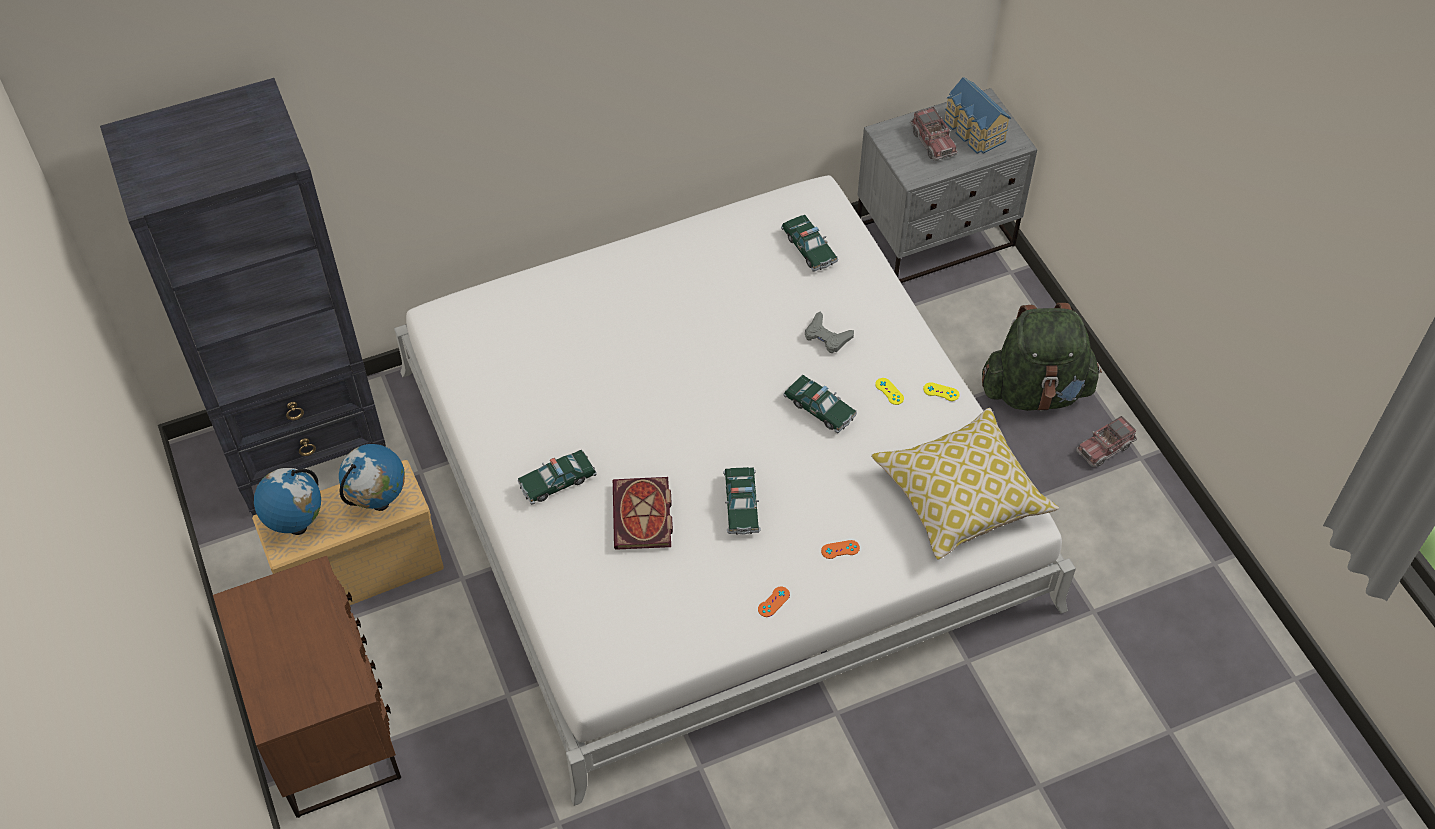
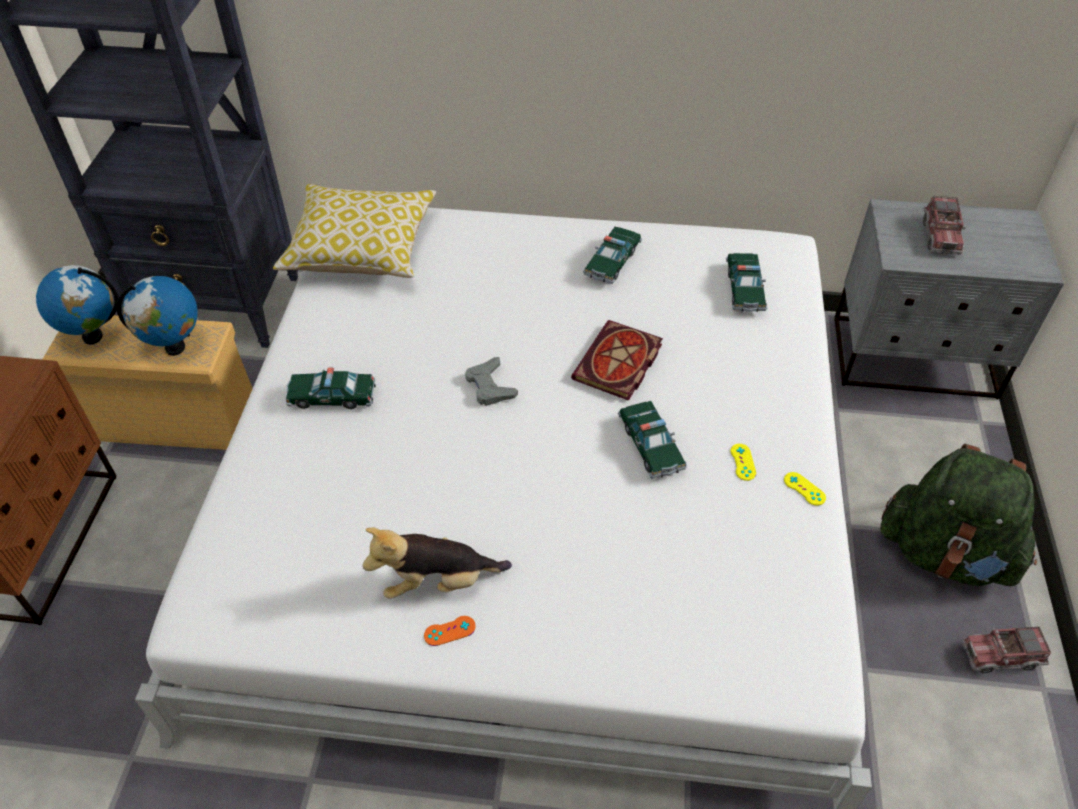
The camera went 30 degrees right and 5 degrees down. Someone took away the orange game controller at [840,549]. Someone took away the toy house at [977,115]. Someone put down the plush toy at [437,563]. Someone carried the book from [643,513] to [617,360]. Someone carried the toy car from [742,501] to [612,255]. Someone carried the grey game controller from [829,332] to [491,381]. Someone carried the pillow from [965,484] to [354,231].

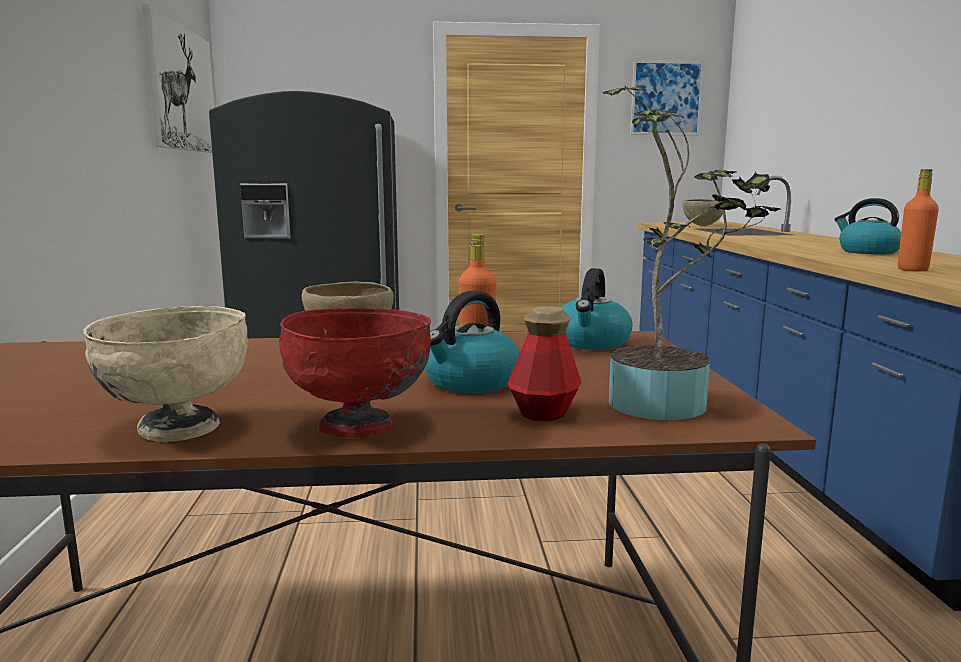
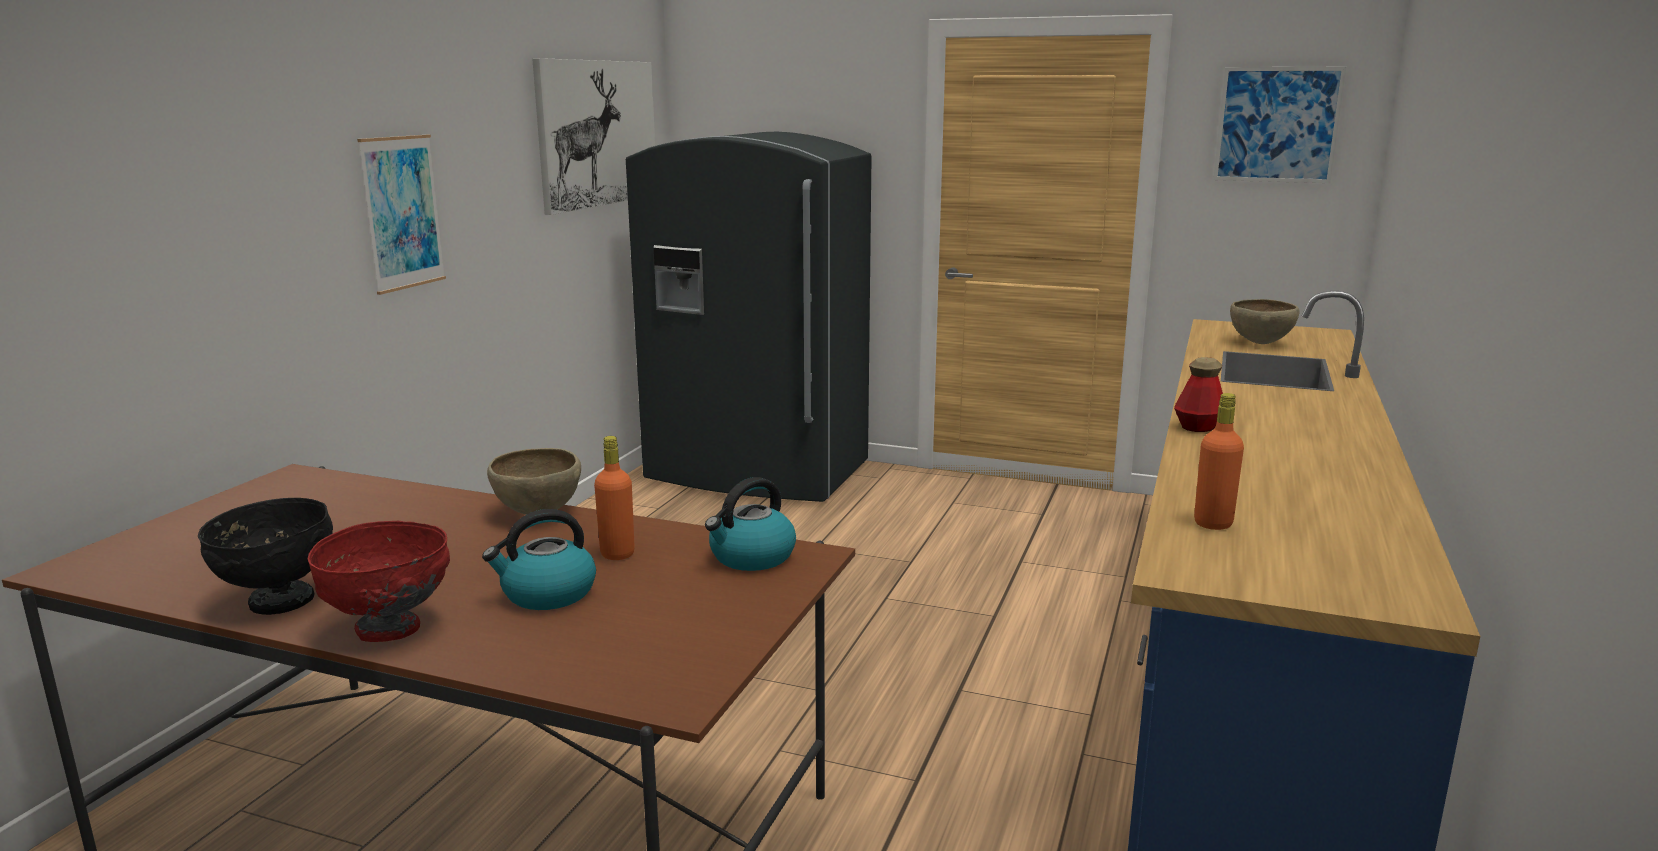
The camera went 25 degrees right and 5 degrees up. Someone took away the potted plant at [692,253]. Someone took away the kettle at [868,226]. Someone put up the picture at [401,215]. Someone carried the bottle from [545,363] to [1198,394]. Someone repainted the beige bowl at [165,374], which became the black bowl at [265,556].

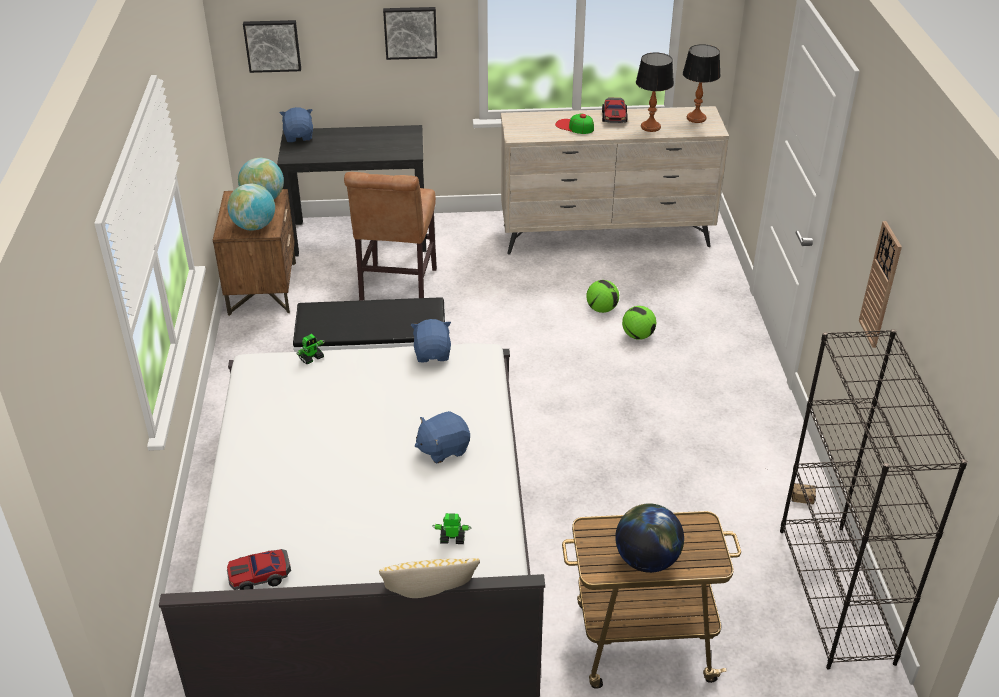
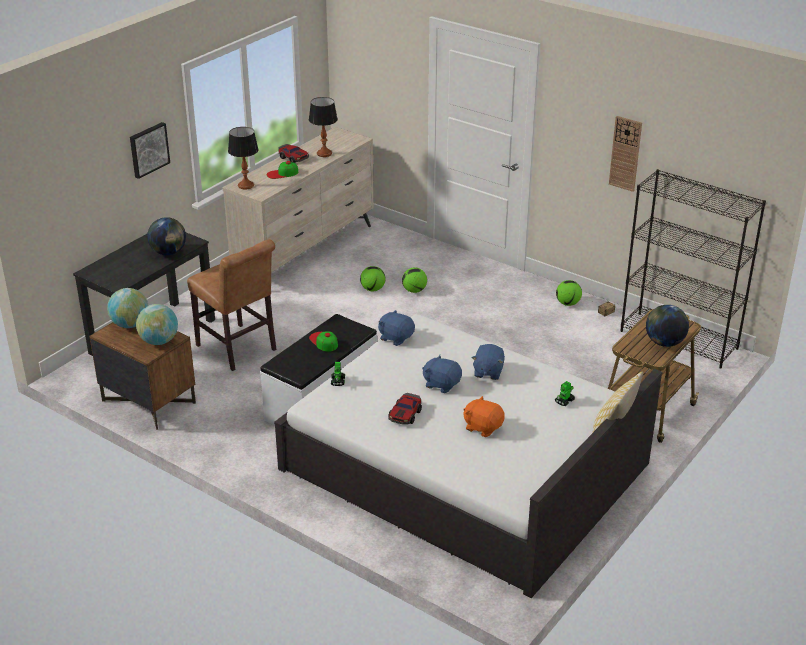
The camera went 50 degrees left and 5 degrees down. Someone took away the picture at [272,46]. Someone put down the globe at [166,236]. Someone put down the cap at [323,342]. Someone put down the orange plush toy at [484,416]. Someone put down the football at [569,293]. Someone carried the toy car from [259,569] to [405,409]. Someone carried the blue plush toy from [296,124] to [442,374]. Someone carried the table lamp from [702,83] to [243,158].

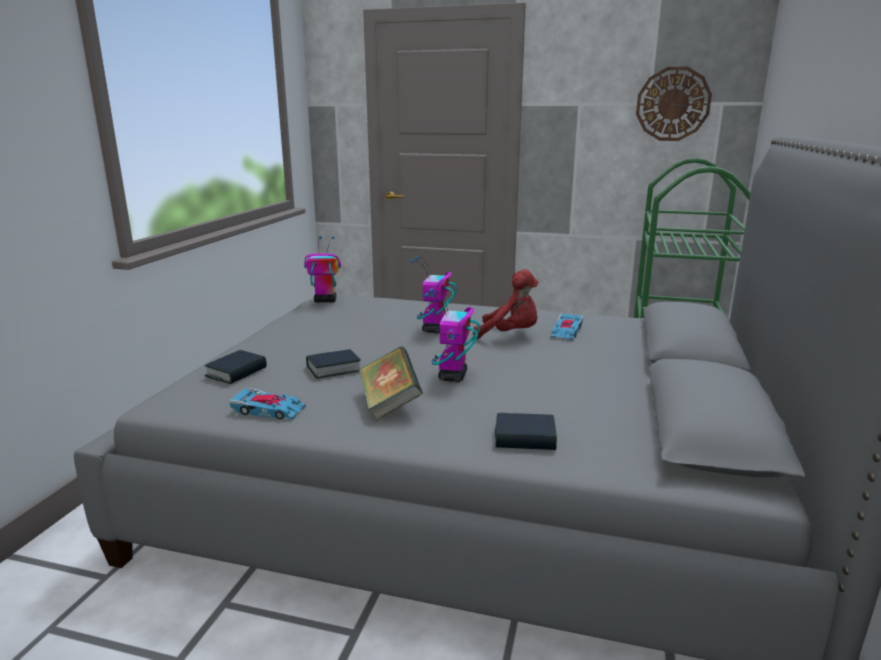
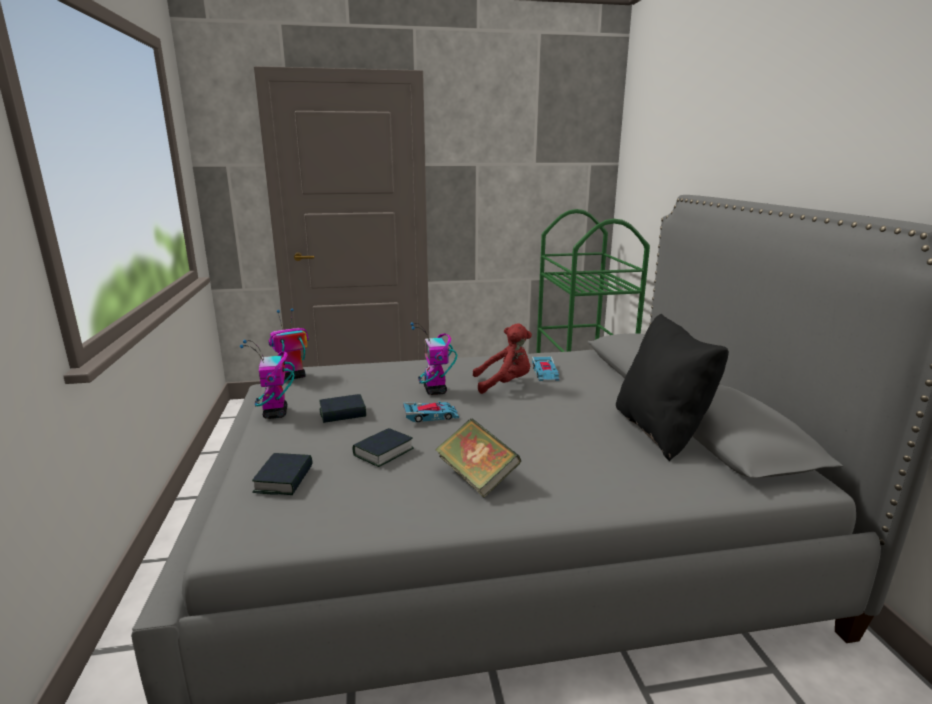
The camera went 25 degrees left and 0 degrees up. Someone took away the wall clock at [674,104]. Someone put down the black pillow at [672,387]. Someone carried the toy car from [267,404] to [431,411]. Someone carried the toy robot from [452,335] to [267,379]. Someone carried the book from [526,431] to [343,408].

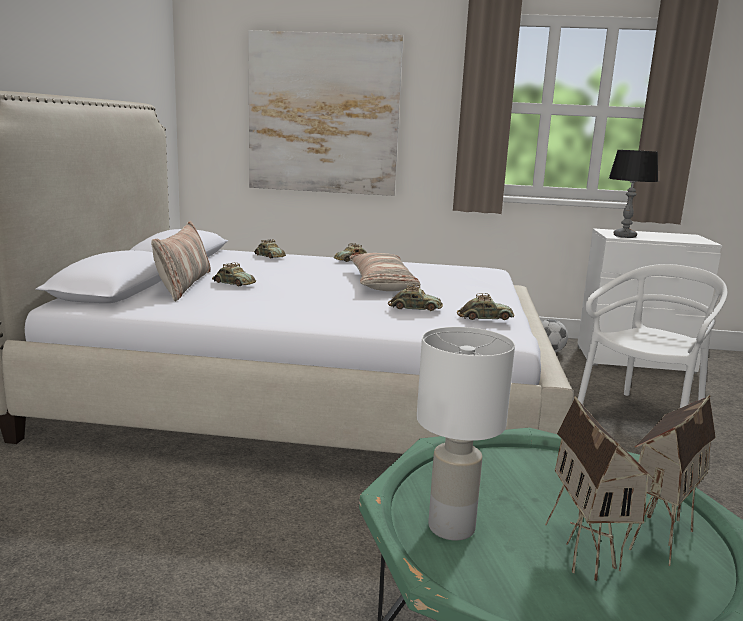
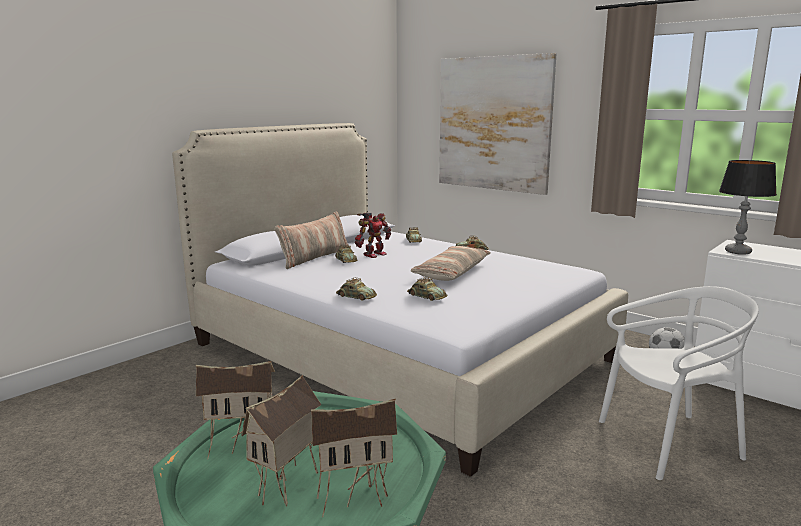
The camera went 35 degrees right and 0 degrees up. Someone put down the toy robot at [373,235]. Someone carried the toy car from [485,306] to [356,289]. Someone swapped the white table lamp at [466,434] for the toy house at [235,410].

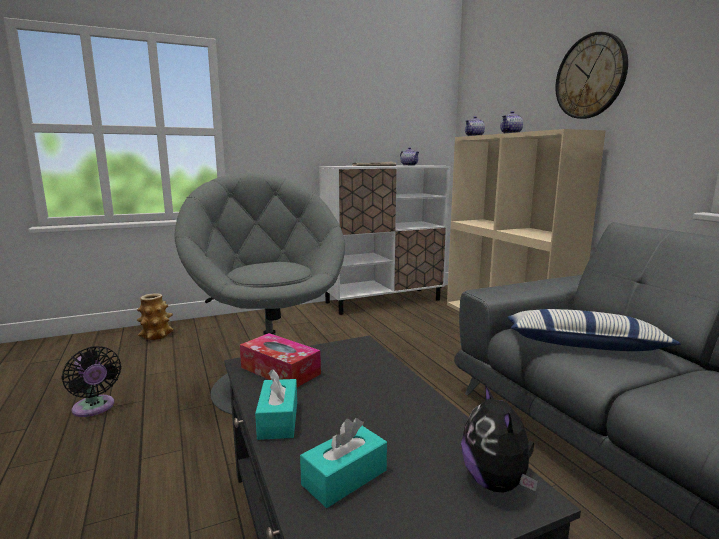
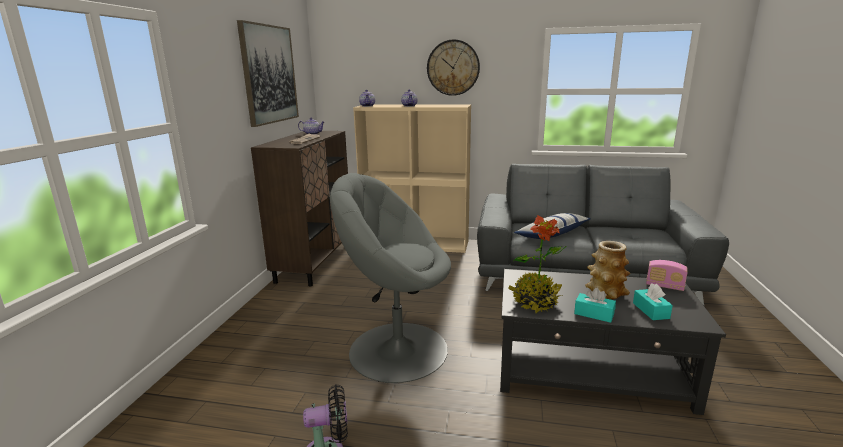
The camera went 55 degrees left and 5 degrees up. Someone put up the picture at [268,73]. Someone carried the vase from [155,316] to [607,270]. Someone swapped the tissue box at [280,360] for the potted plant at [537,264]. Someone swapped the plush toy at [499,438] for the radio at [667,275]. Someone repainted the white cabinet at [384,240], which became the brown cabinet at [299,209].

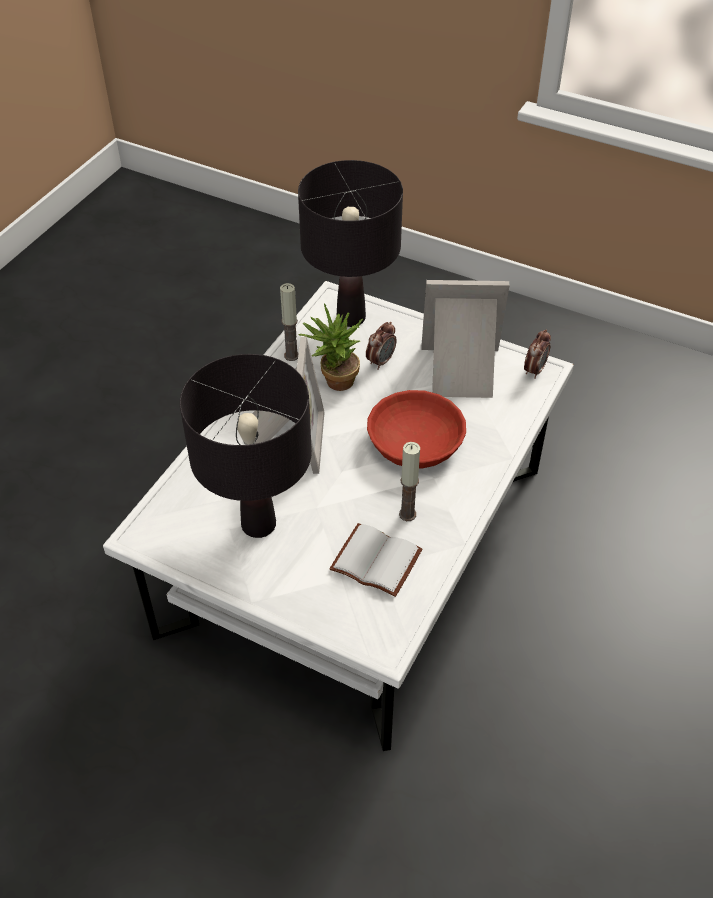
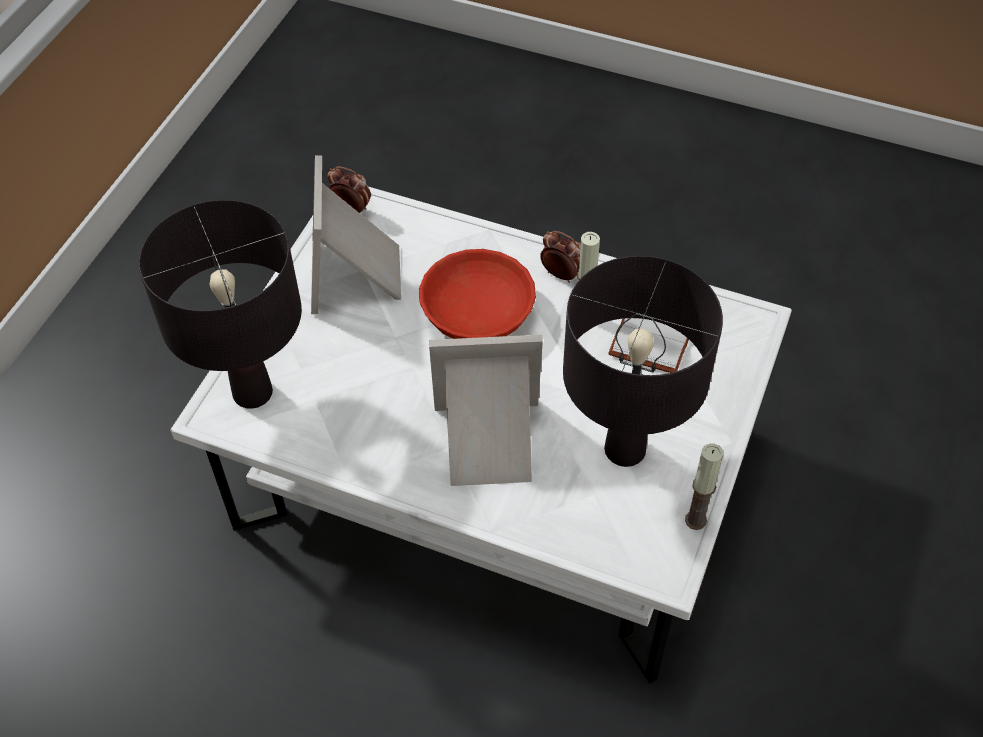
The camera went 95 degrees left and 5 degrees up. Someone took away the potted plant at [330,347]. Someone carried the candle from [289,322] to [704,486]. Someone carried the alarm clock from [381,346] to [560,257].

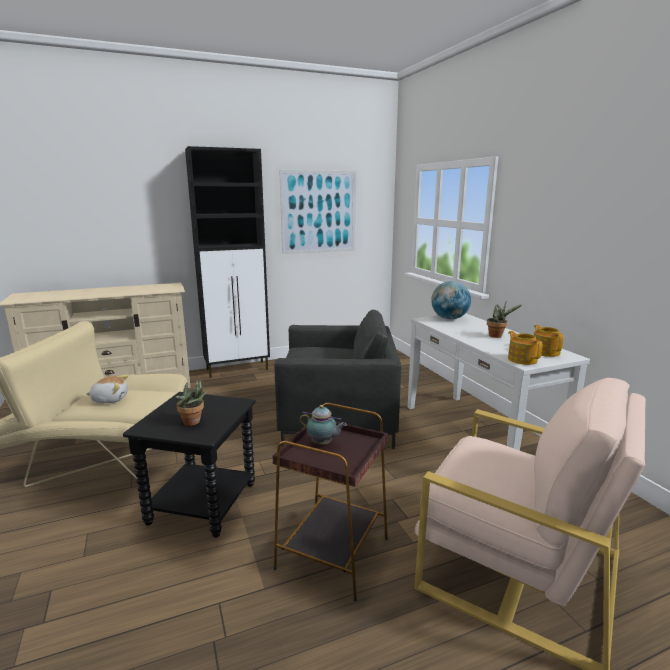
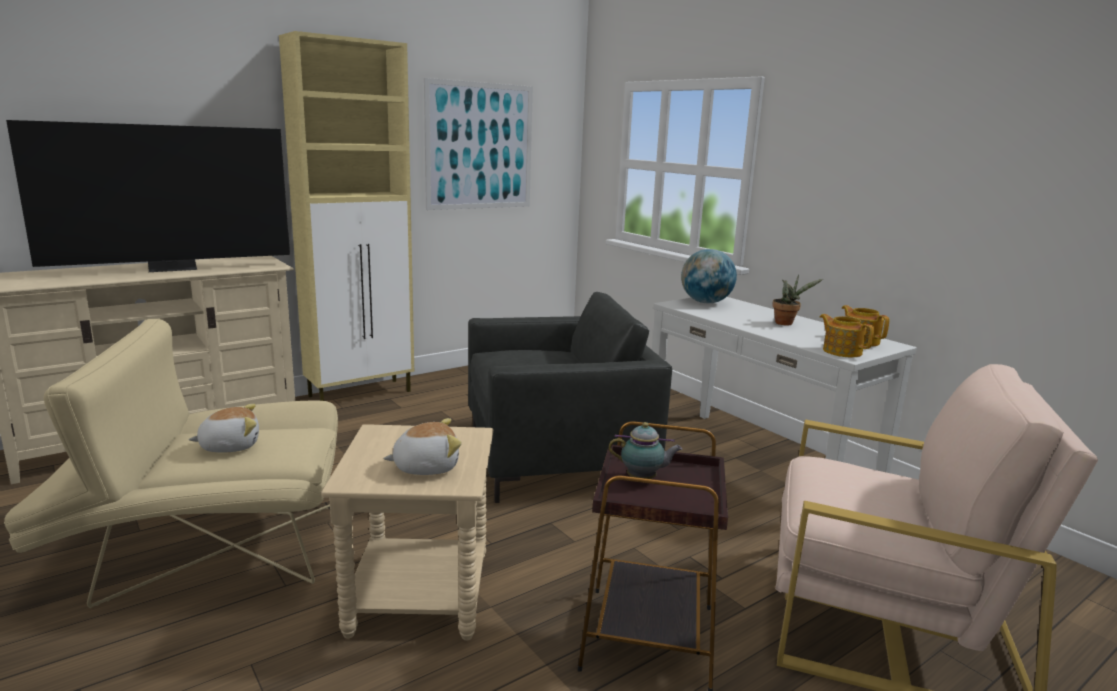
The camera went 15 degrees left and 0 degrees up. Someone put down the television at [148,196]. Someone swapped the potted plant at [191,402] for the plush toy at [422,446]. Someone repainted the black side table at [189,465], which became the beige side table at [407,532]. Someone repainted the black cabinet at [227,262], which became the beige cabinet at [346,216].

